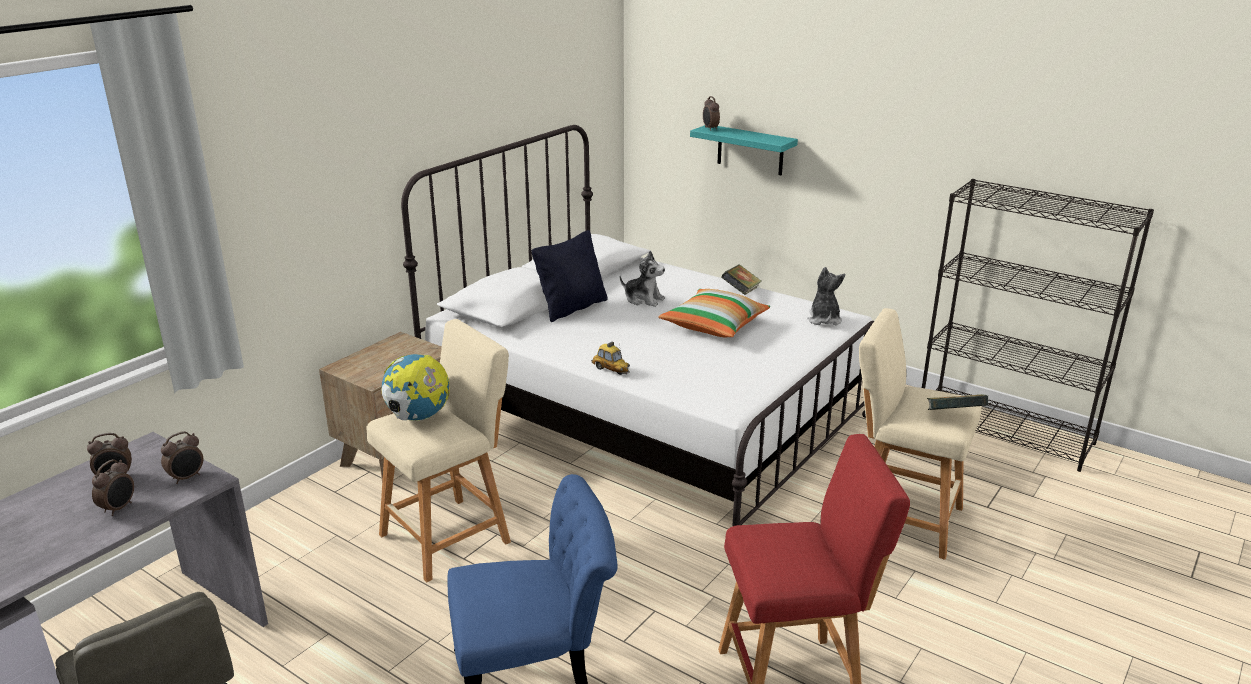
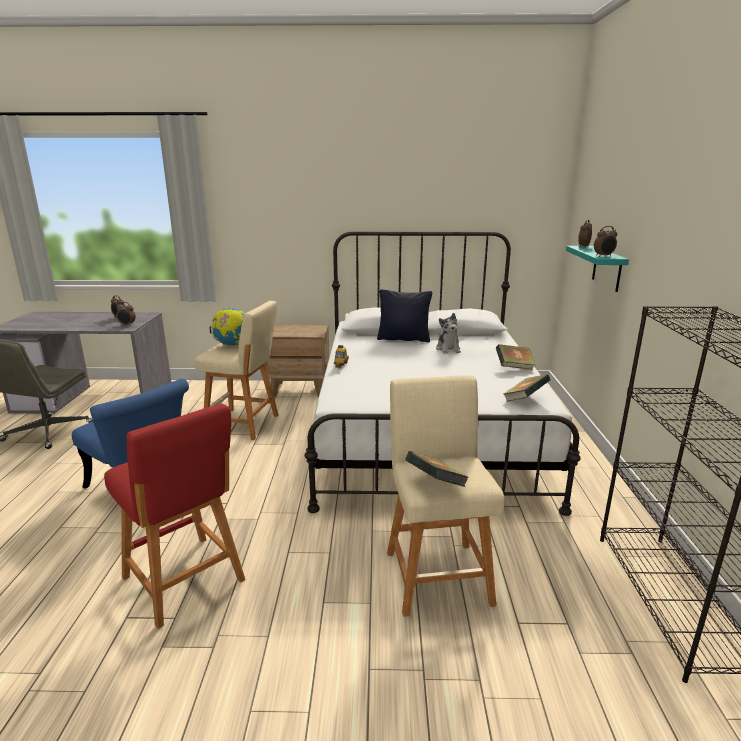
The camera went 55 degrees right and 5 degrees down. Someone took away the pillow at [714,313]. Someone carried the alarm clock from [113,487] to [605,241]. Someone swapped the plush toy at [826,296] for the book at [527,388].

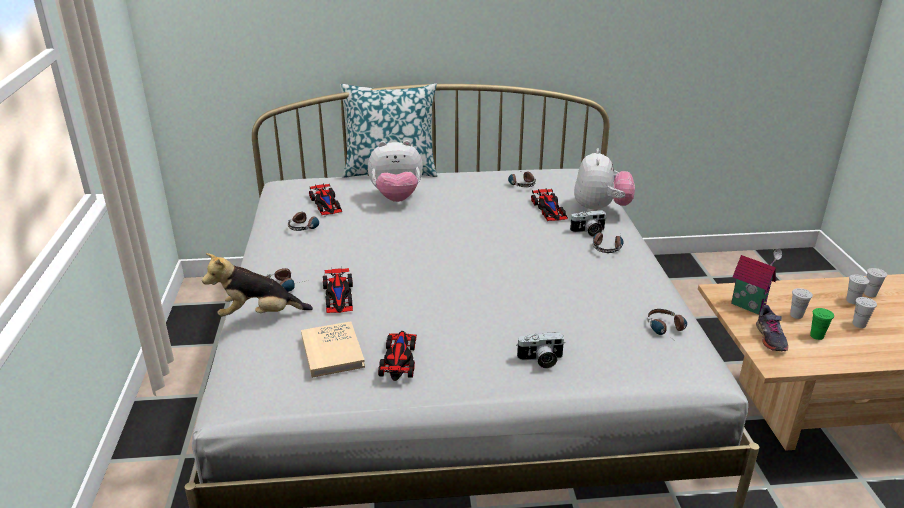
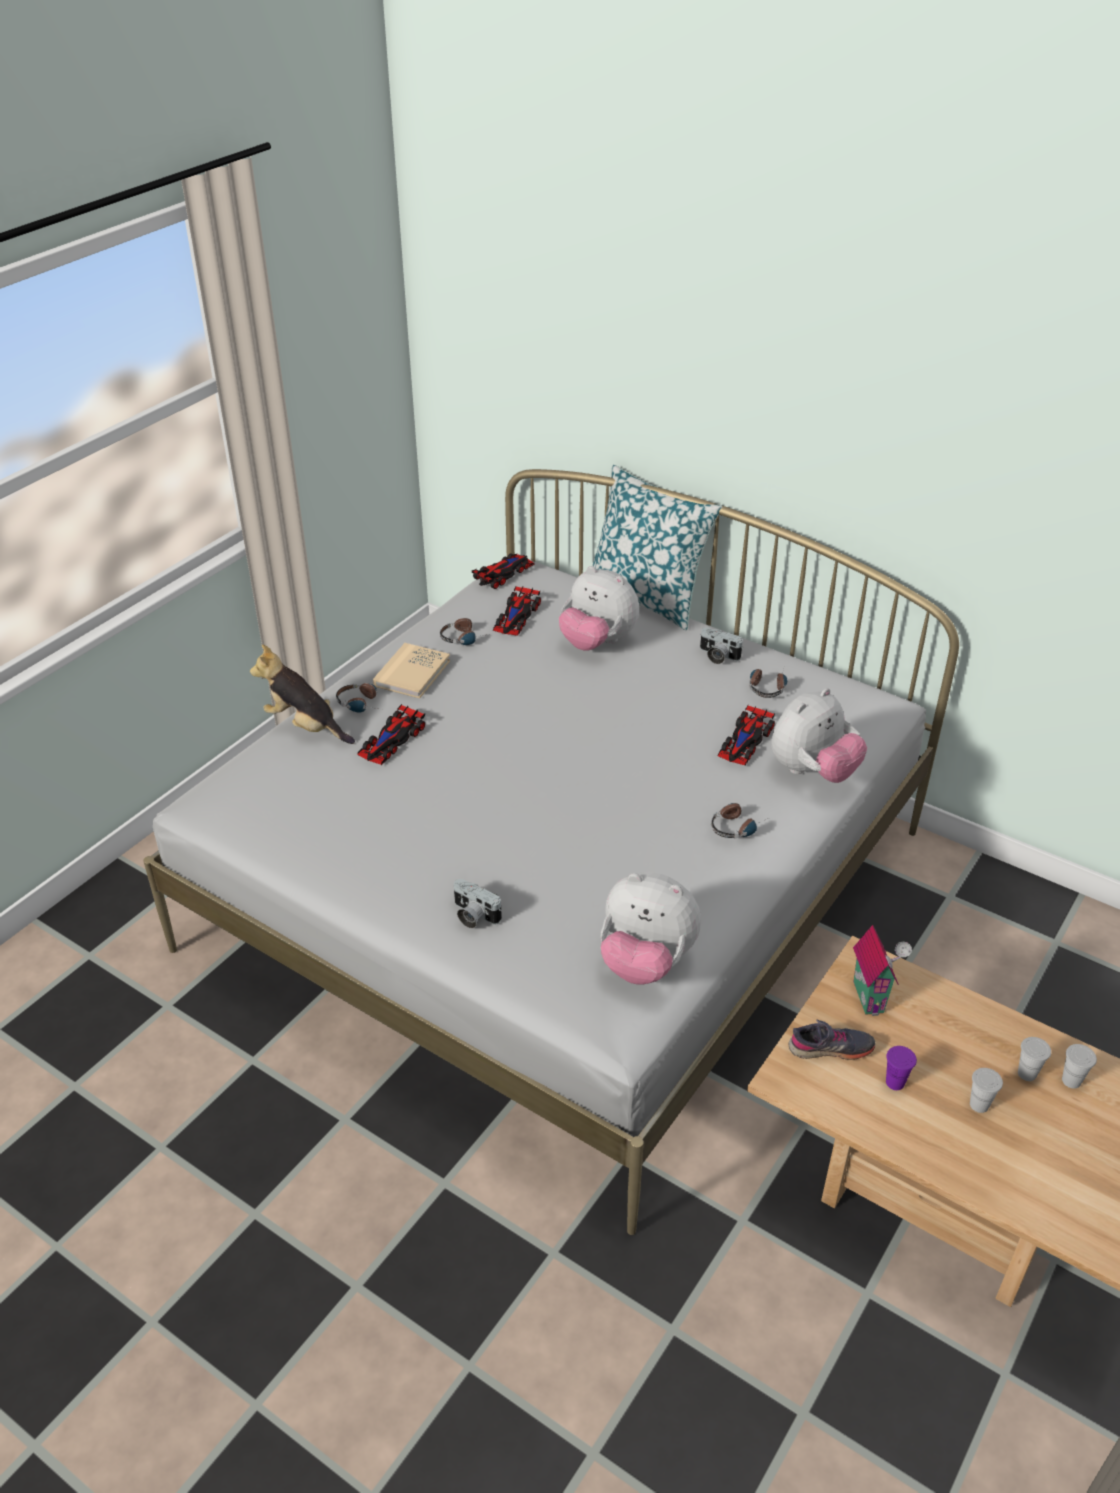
The camera went 40 degrees right and 10 degrees up. Someone took away the white cup at [801,303]. Someone carried the beige book from [333,349] to [411,670]. Someone carried the toy car from [397,356] to [503,571]. Someone carried the photo camera from [588,223] to [721,646]. Someone swapped the headphones at [667,323] for the plush toy at [651,928]. Someone repainted the green cup at [822,324], which became the purple cup at [901,1068]. Someone rotated the grey shoe at [772,328] by 135 degrees counterclockwise.

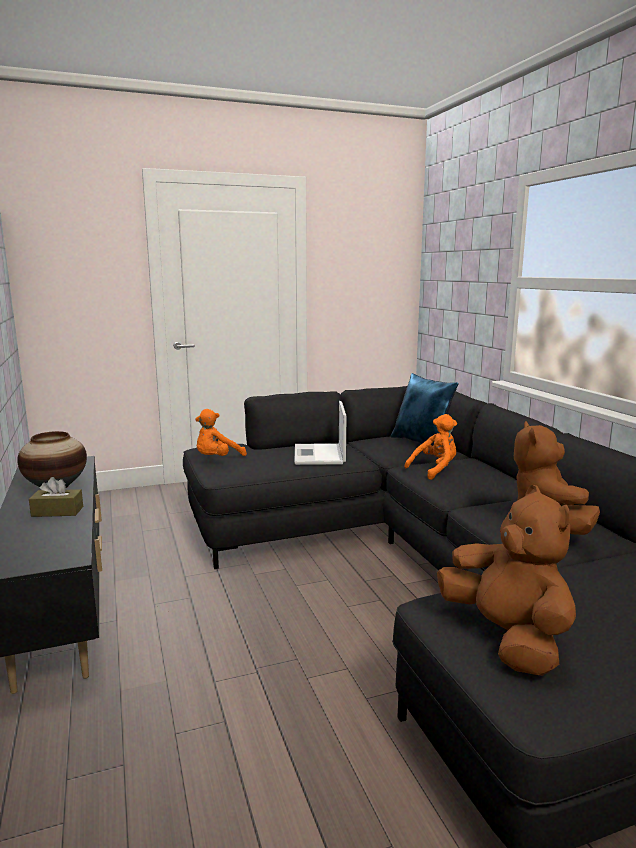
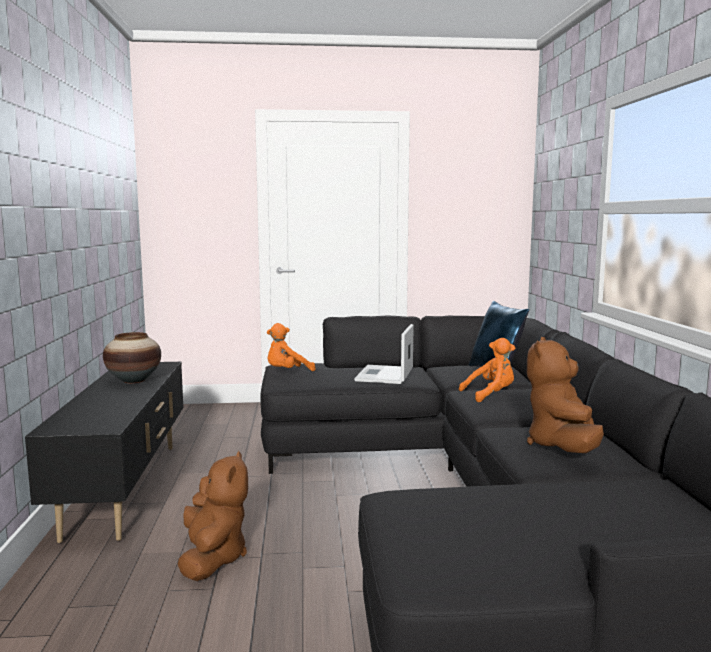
The camera went 15 degrees right and 5 degrees down. Someone took away the brown tissue box at [56,497]. Someone carried the brown plush toy from [506,580] to [213,516].

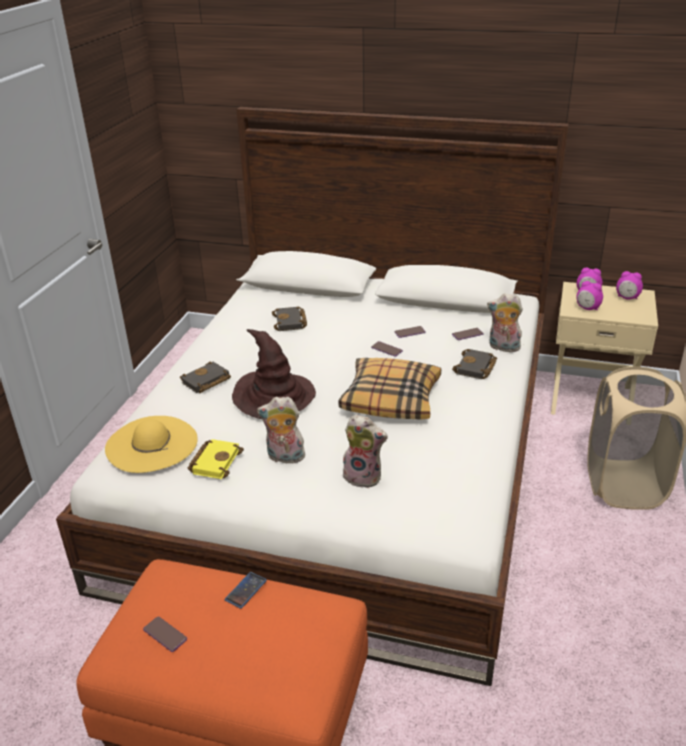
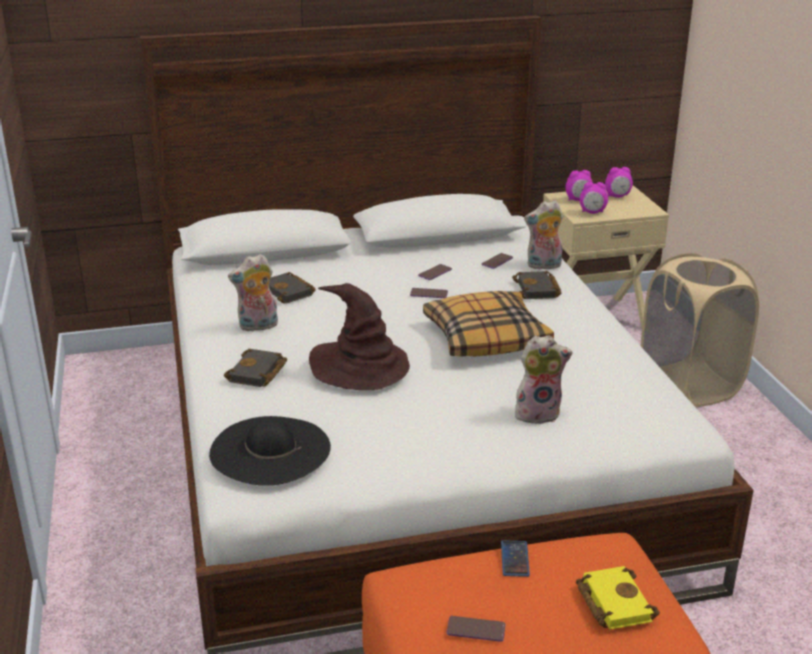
The camera went 30 degrees left and 5 degrees down. Someone carried the yellow book from [216,459] to [618,598]. Someone carried the plush toy from [281,430] to [253,293]. Someone repainted the yellow hat at [151,444], which became the black hat at [270,451].

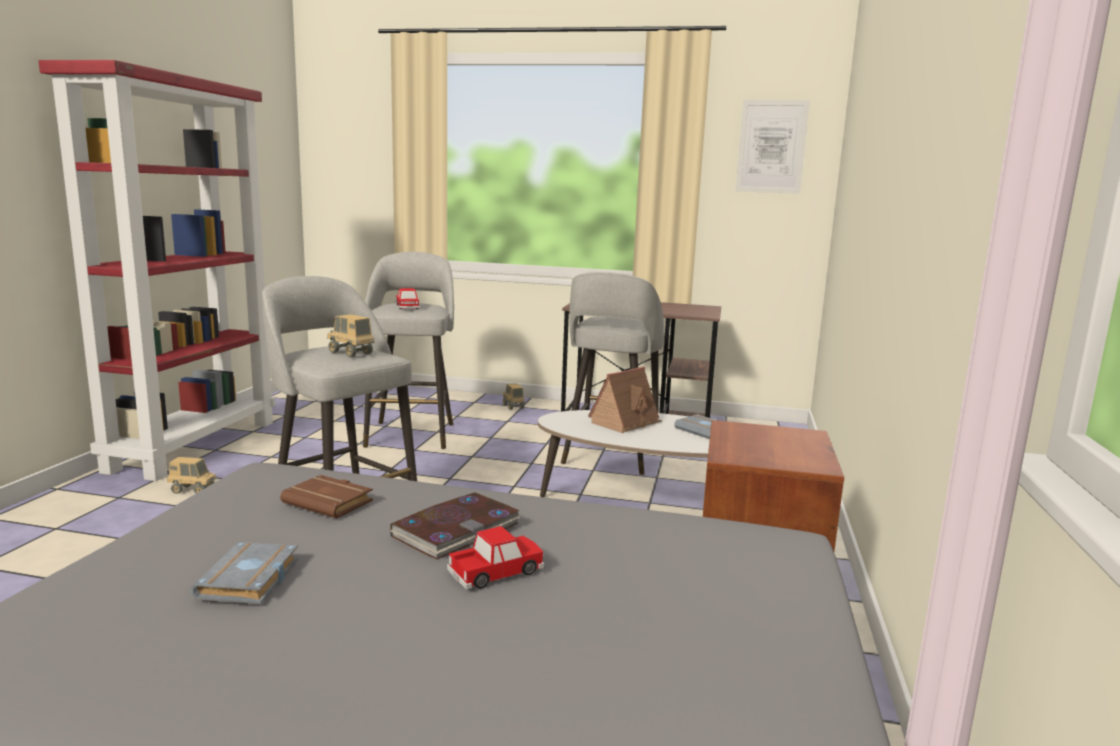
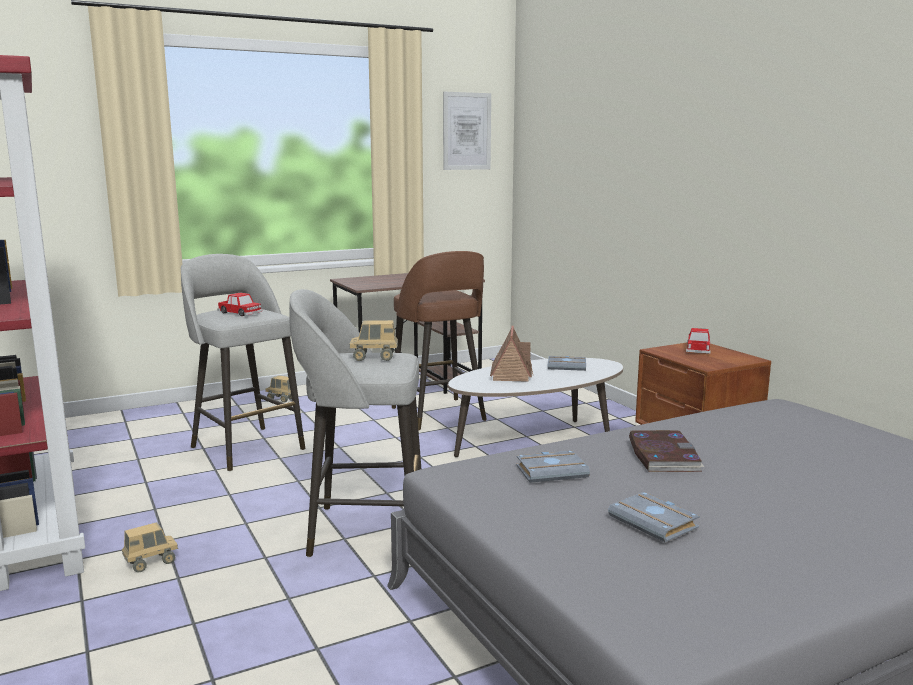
The camera went 40 degrees left and 0 degrees up. Someone carried the toy car from [495,558] to [698,341]. Someone repainted the brown book at [326,497], which became the grey book at [553,467]. Someone repainted the grey stool at [612,373], which became the brown stool at [439,341].

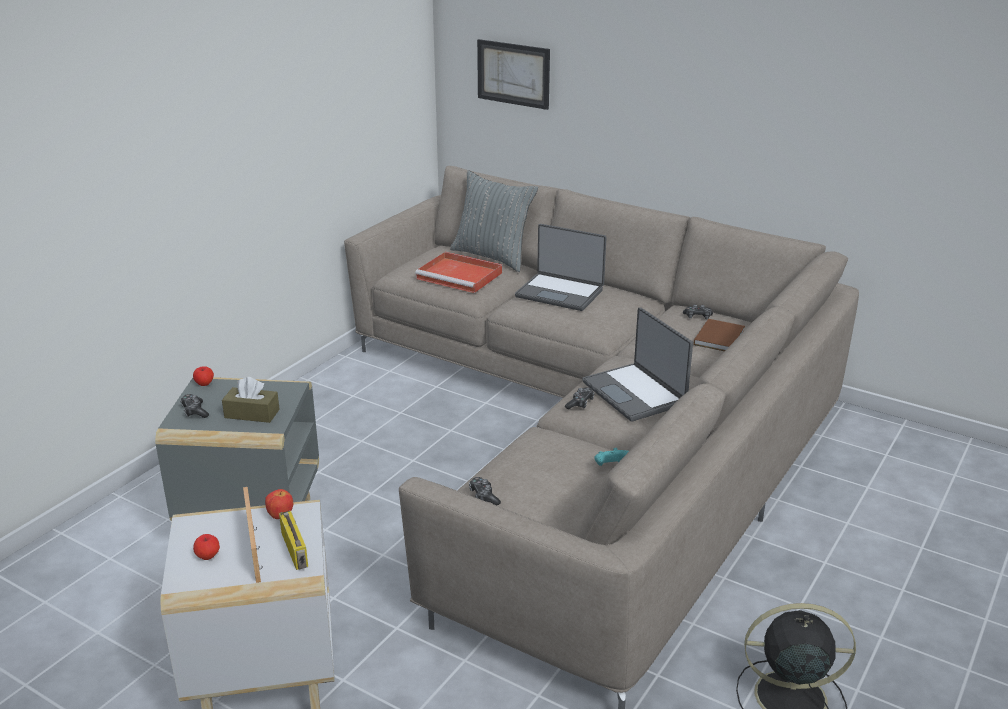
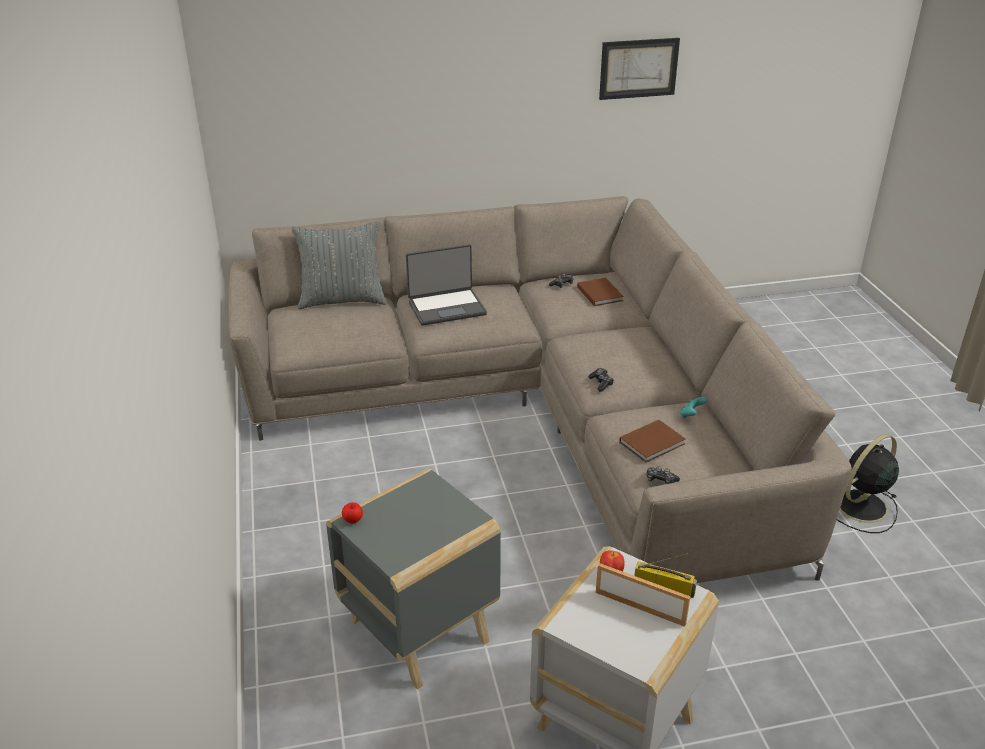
The camera went 45 degrees left and 5 degrees up. Someone took away the game controller at [194,406]. Someone took away the apple at [206,547]. Someone took away the brown tissue box at [251,400]. Someone took away the red tray at [458,272]. Someone took away the laptop at [637,364]. Someone put down the brown book at [652,441]. Someone carried the picture from [513,74] to [639,69].

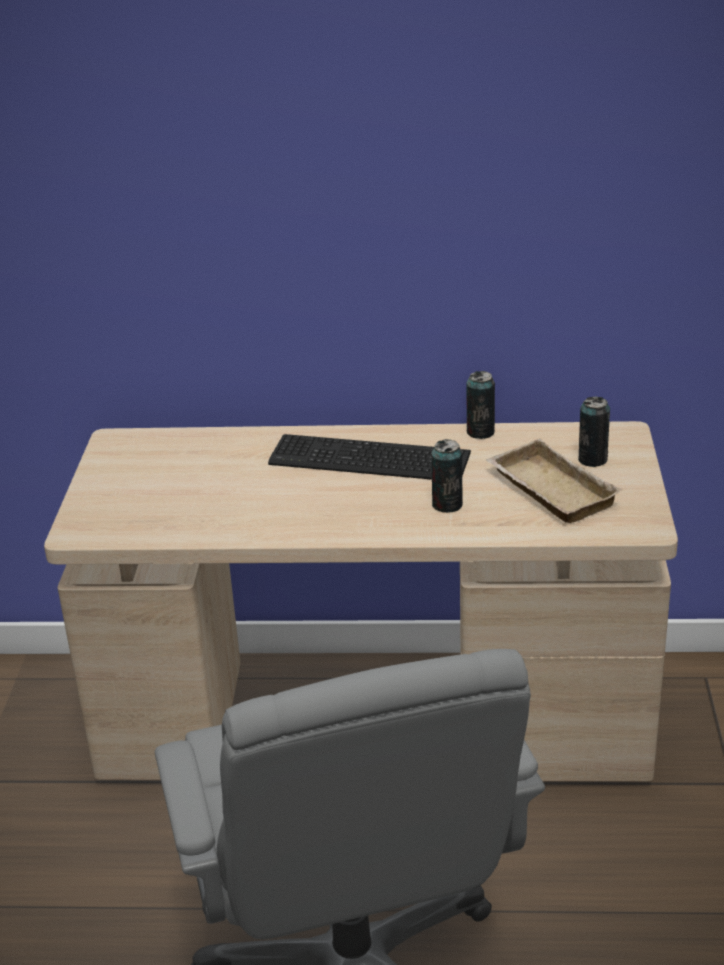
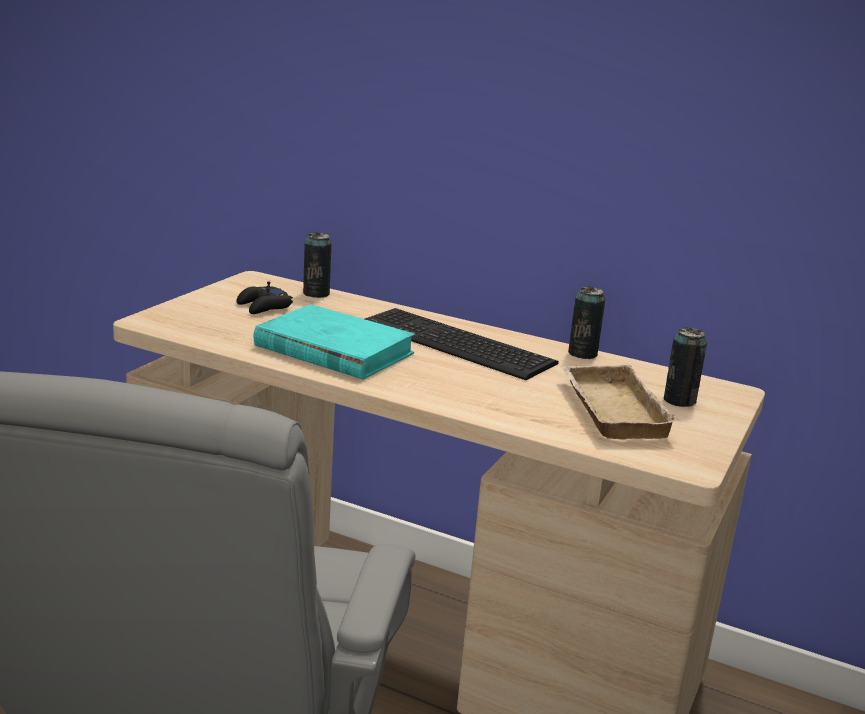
The camera went 20 degrees right and 10 degrees down. Someone put down the black game controller at [264,297]. Someone put down the turquoise book at [334,342]. Someone carried the can from [447,476] to [317,265].

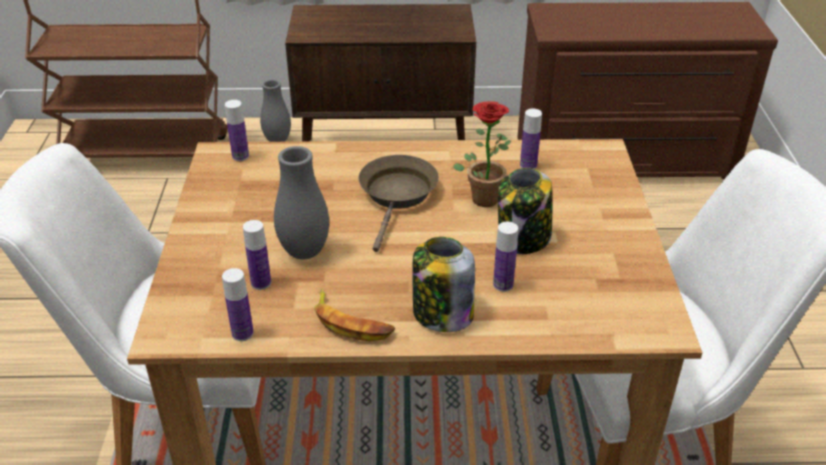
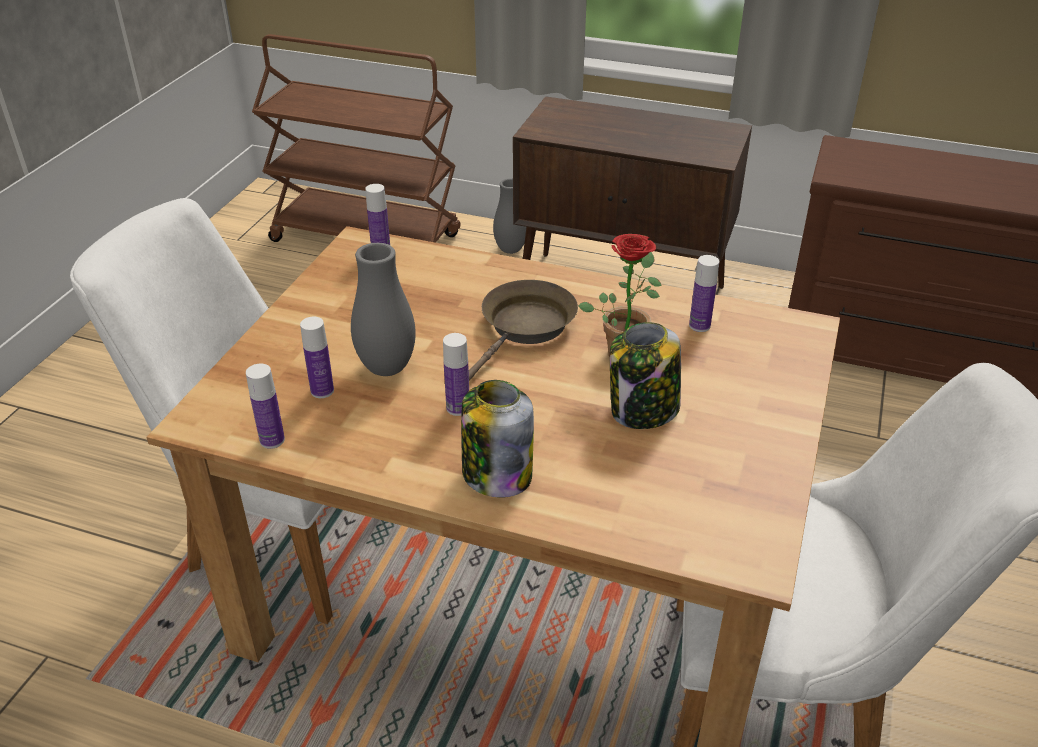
The camera went 20 degrees right and 0 degrees up. Someone took away the banana at [354,314]. Someone carried the bottle from [505,257] to [456,374].

